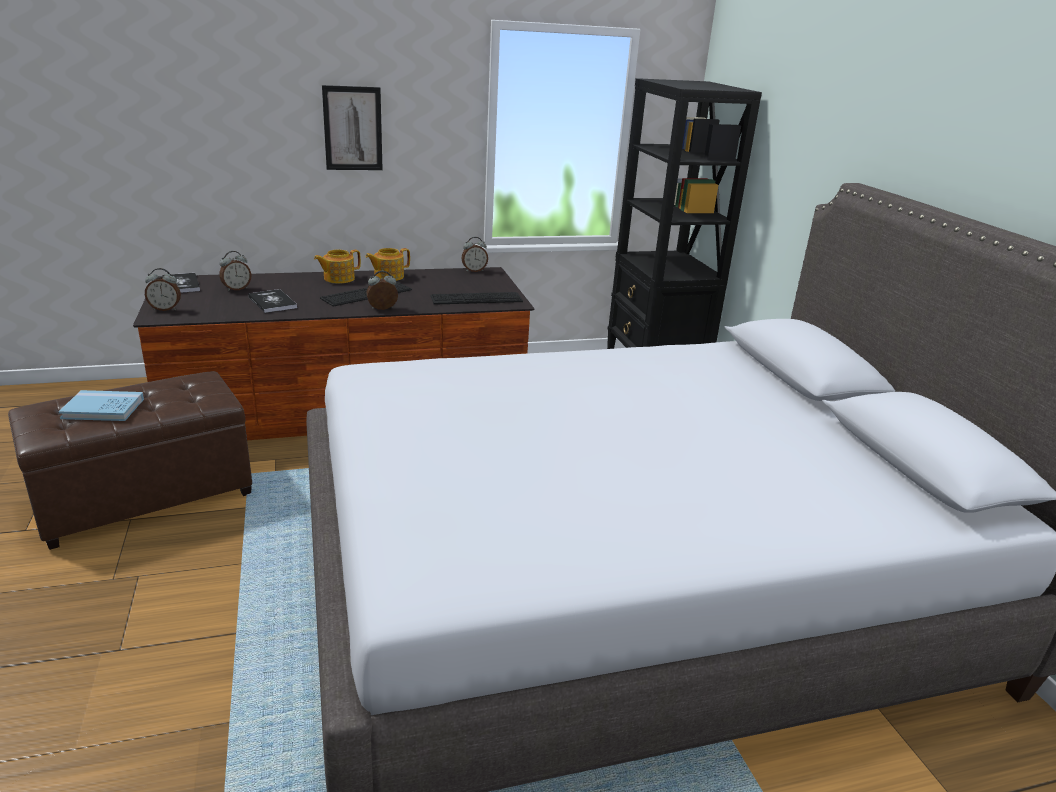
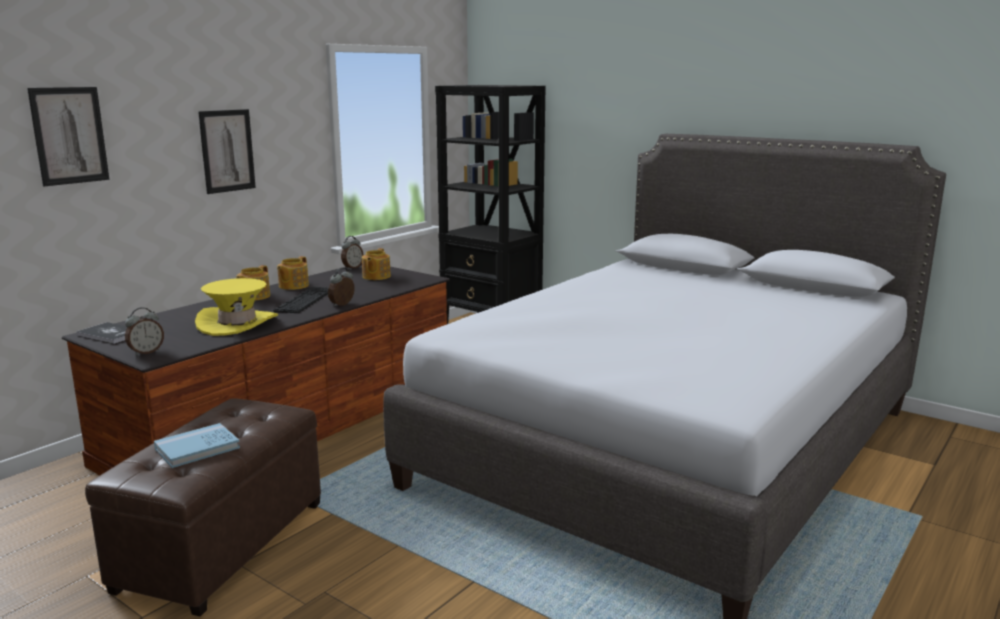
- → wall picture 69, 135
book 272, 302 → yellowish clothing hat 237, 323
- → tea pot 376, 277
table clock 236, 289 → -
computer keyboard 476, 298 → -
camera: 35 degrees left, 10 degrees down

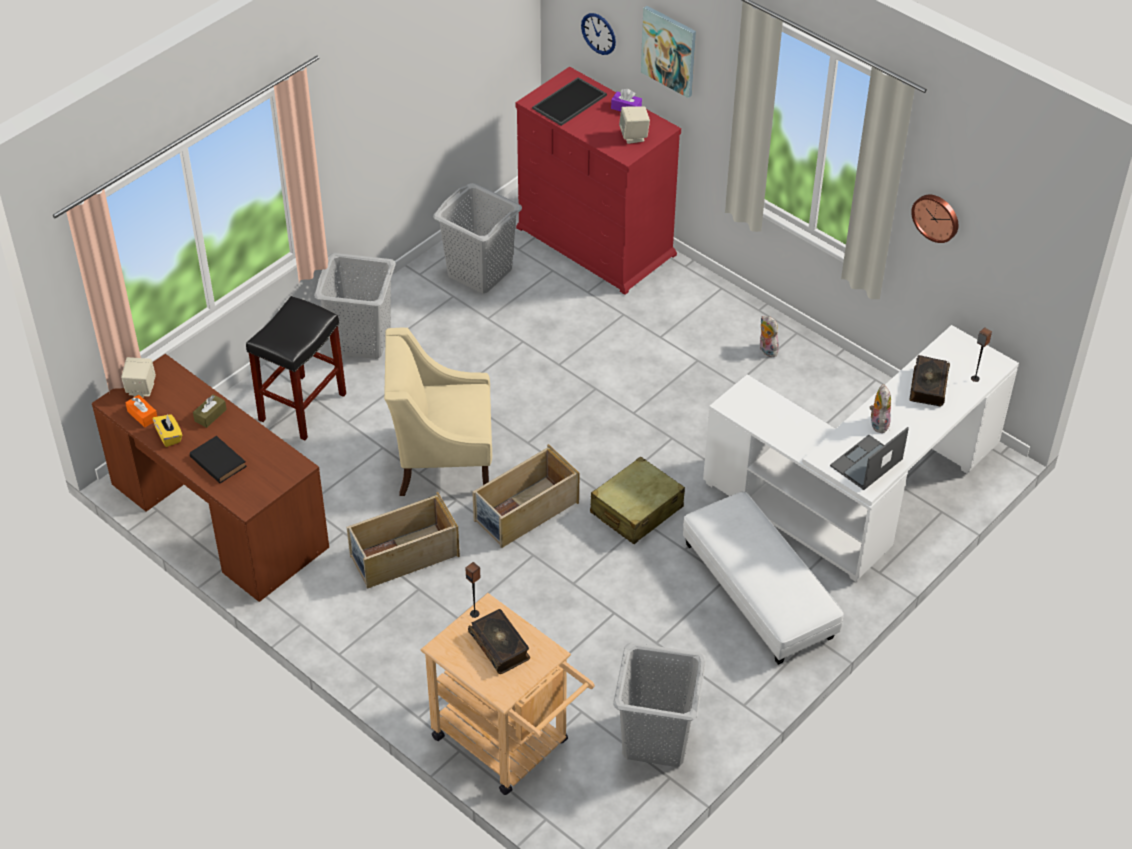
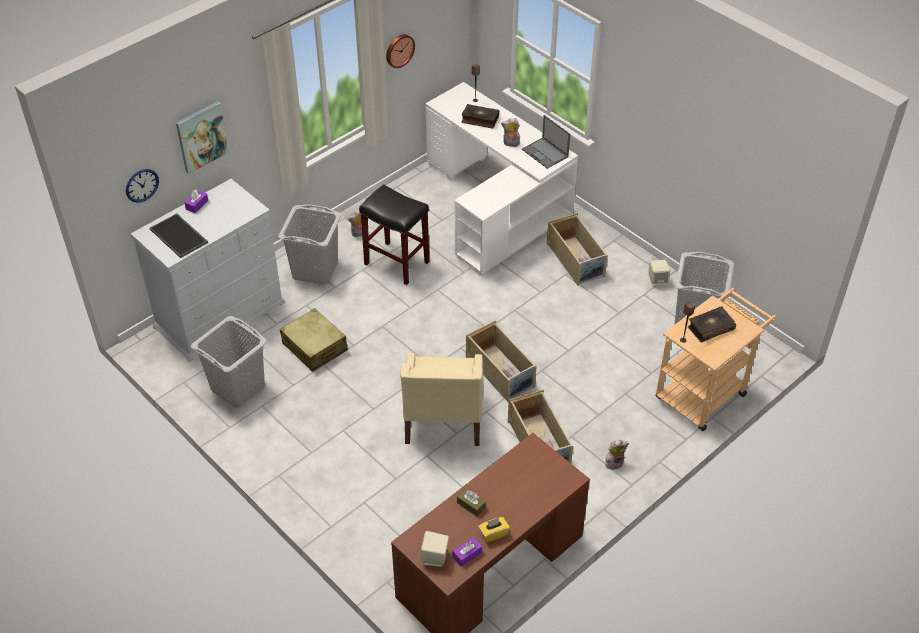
red-coloured chest of drawers 596, 241 → whitish chest of drawers 220, 314
greyish washing basket 361, 339 → greyish washing basket 314, 270, shifted
beige-coloured suitcase 636, 510 → beige-coloured suitcase 314, 347, shifted
black-coloured sitting stool 302, 406 → black-coloured sitting stool 395, 263, shifted
orange-coloured box of tissues 142, 415 → purple box of tissues 467, 554
whitish pouffe 758, 590 → beige-coloured storage bin 576, 260
- → cuddly toy 614, 462
beige-coloured speaker 634, 136 → beige-coloured speaker 657, 280, shifted
black-coloured book 217, 461 → -
camera: 85 degrees left, 0 degrees up

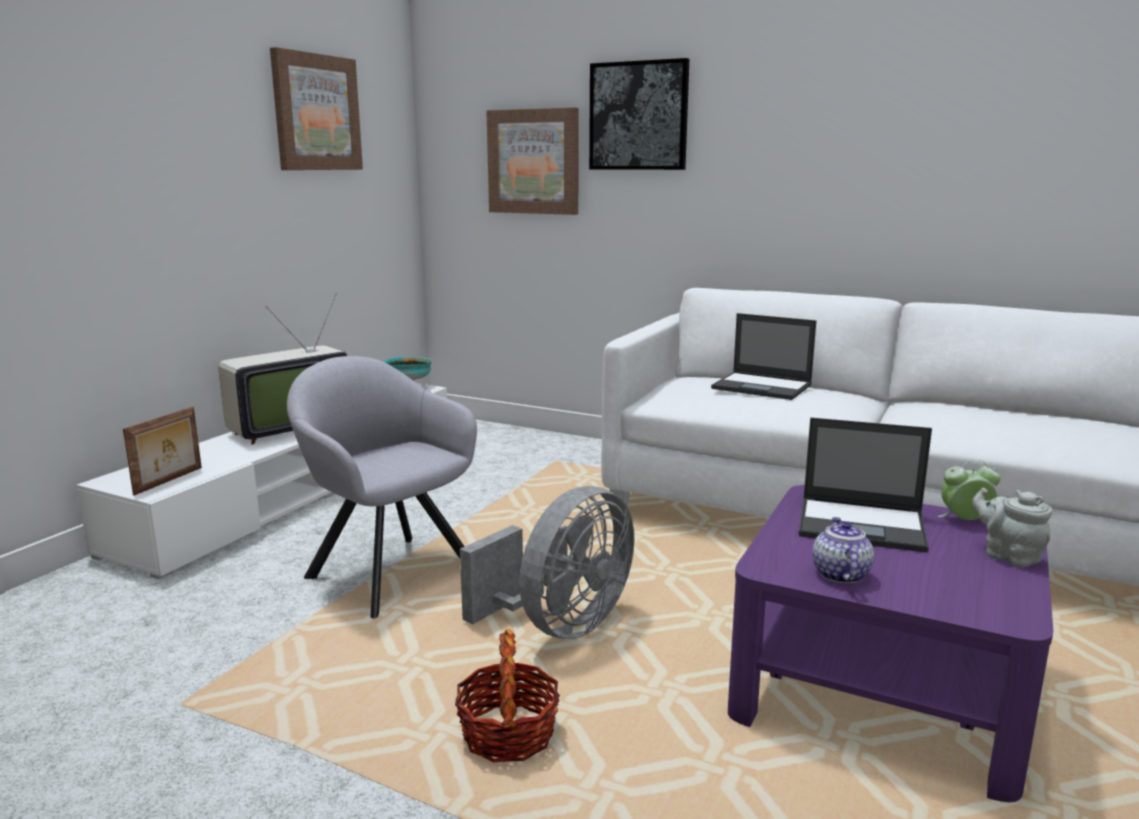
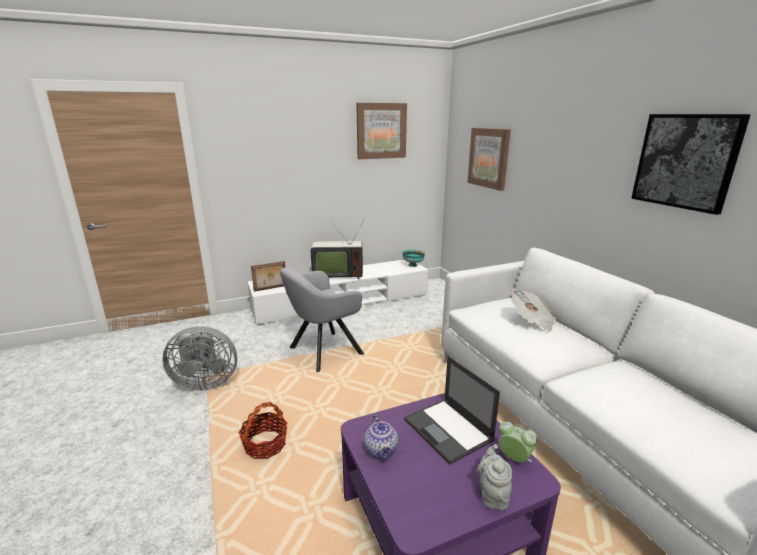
greyish fan 560, 626 → greyish fan 205, 383, shifted
greyish lounge chair 387, 570 → greyish lounge chair 322, 352, 120 degrees counterclockwise
tea pot 839, 574 → tea pot 381, 450, 120 degrees clockwise
portable computer 763, 387 → newspaper 532, 321
wall picture 638, 116 → wall picture 685, 161, shifted
camera: 40 degrees right, 5 degrees up

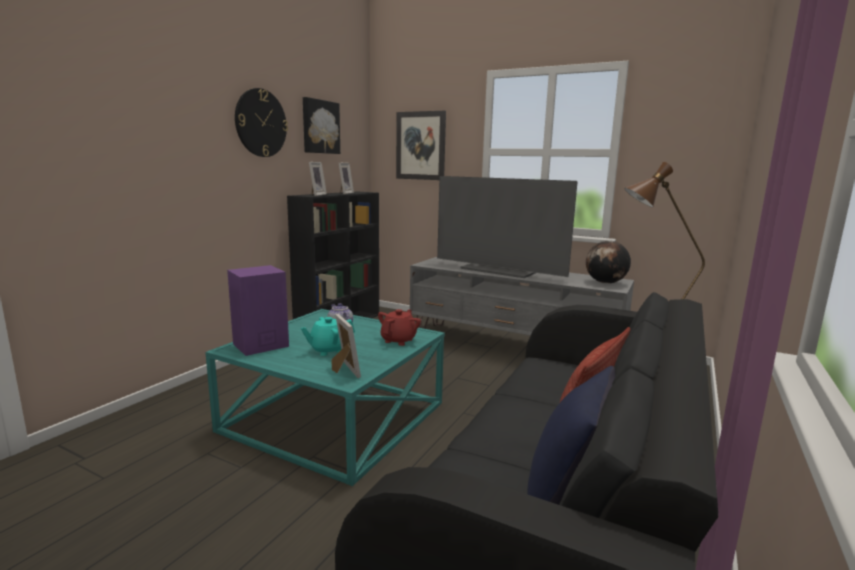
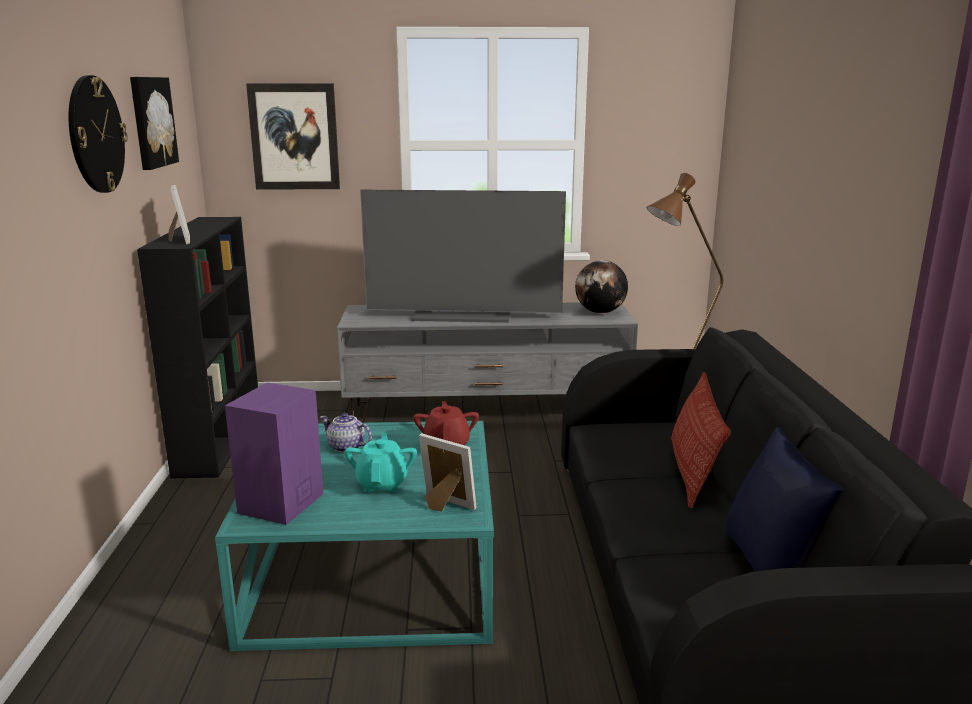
turquoise-coloured tea pot 328, 350 → turquoise-coloured tea pot 382, 484, 150 degrees clockwise
standing frame 344, 193 → -
camera: 30 degrees left, 5 degrees up

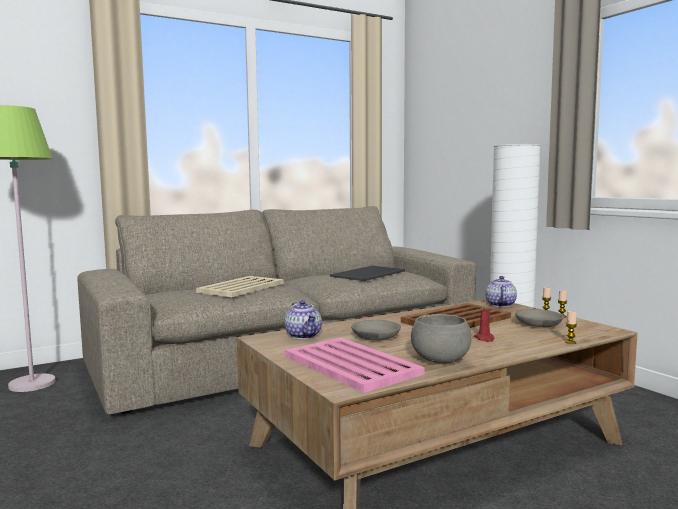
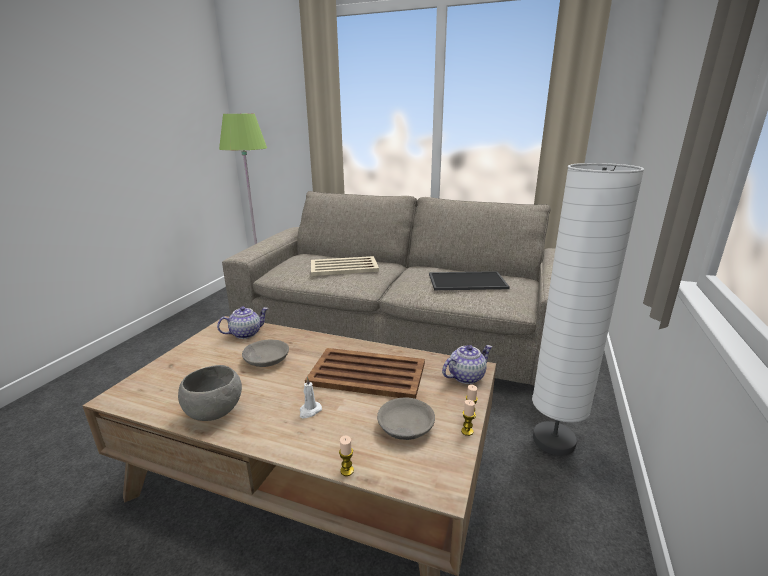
tea pot 304, 335 → tea pot 246, 333, 150 degrees counterclockwise
red-coloured wax light 484, 339 → whitish wax light 309, 411
pink carrying tray 350, 364 → -
camera: 50 degrees right, 15 degrees up

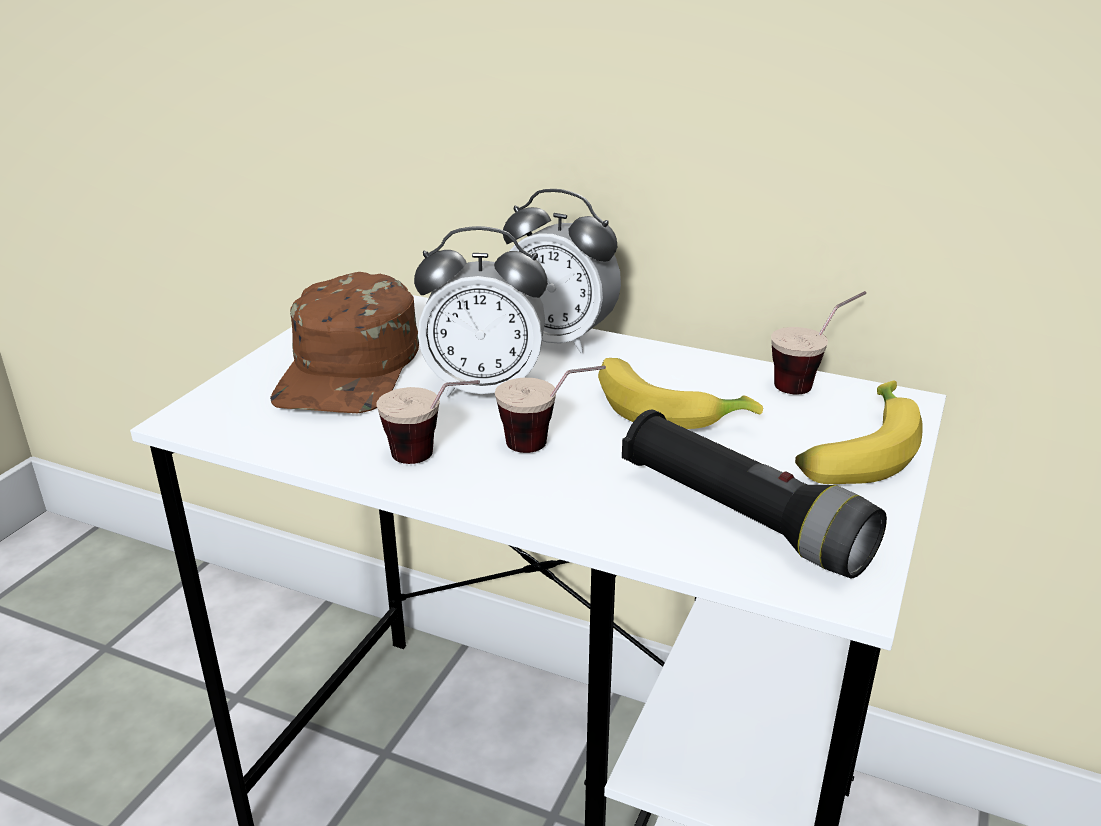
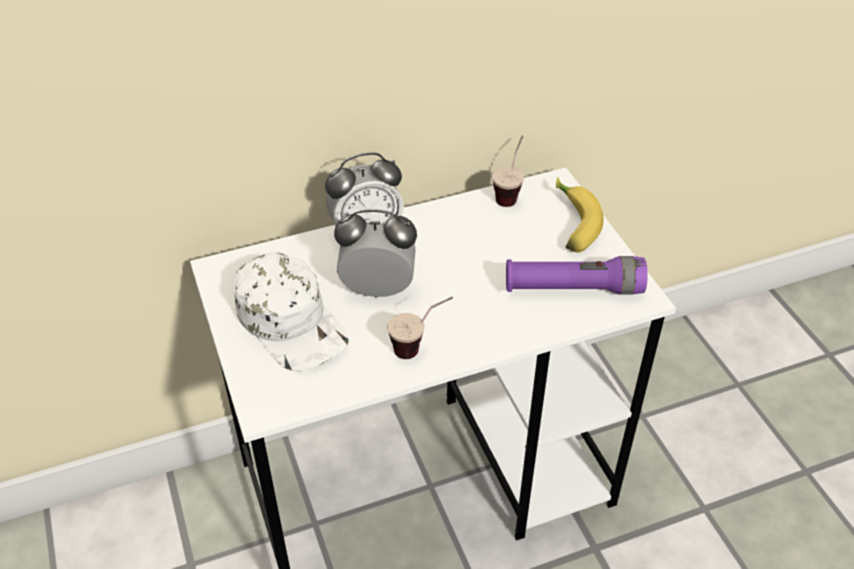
brown peaked cap 350, 368 → whitish peaked cap 292, 322
table clock 485, 388 → table clock 378, 289, 135 degrees counterclockwise
black-coloured flashlight 742, 516 → purple flashlight 573, 288
small cup 549, 448 → -
banana fruit 668, 409 → -
camera: 45 degrees left, 15 degrees up

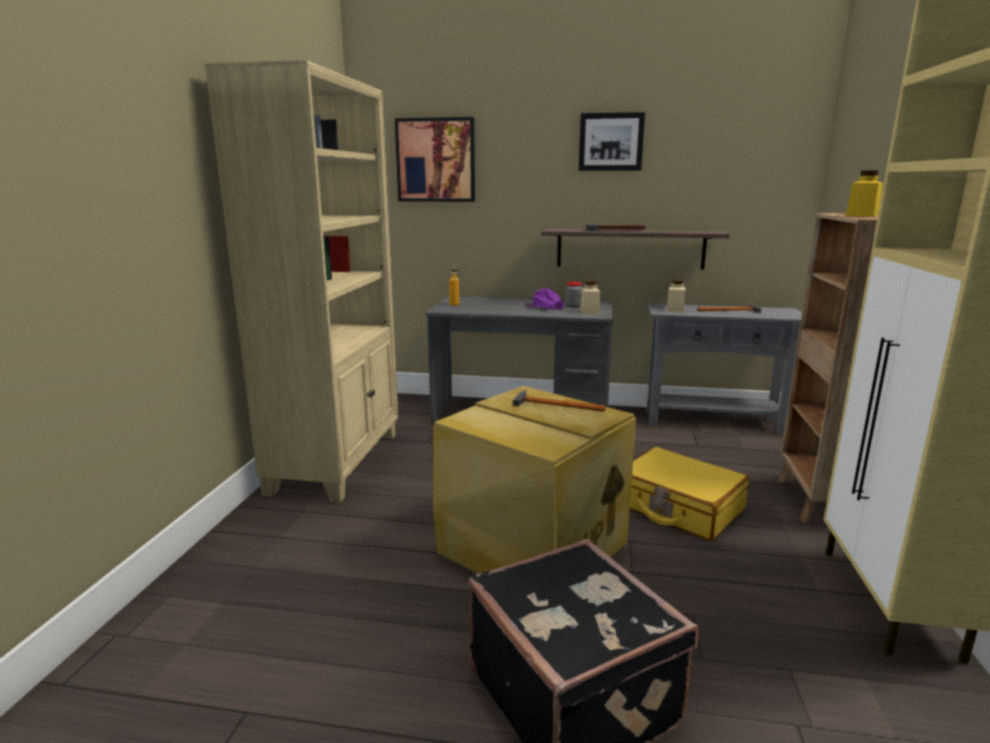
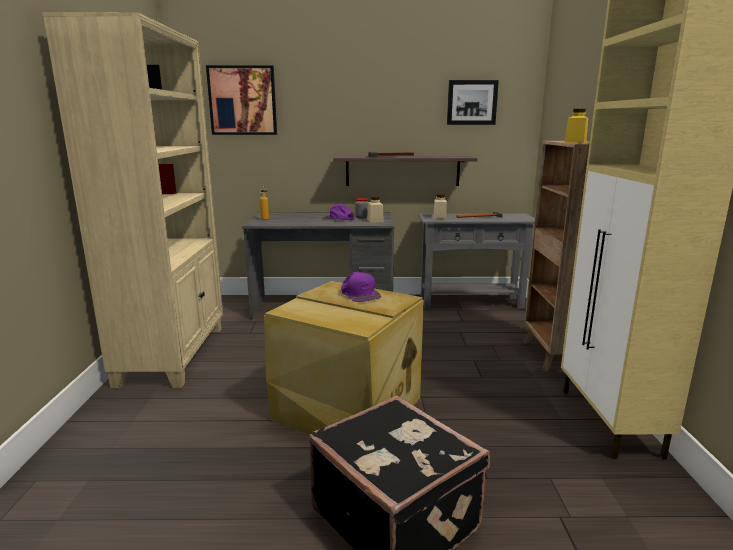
hand hammer 554, 405 → purple peaked cap 360, 294
wall picture 611, 142 → wall picture 471, 102, shifted
yellowish suitcase 678, 507 → -
camera: 10 degrees left, 0 degrees up

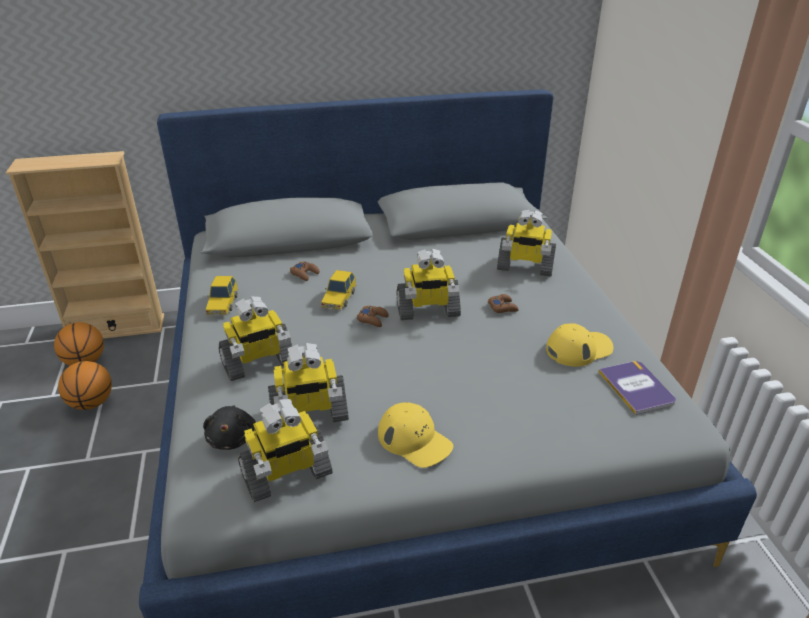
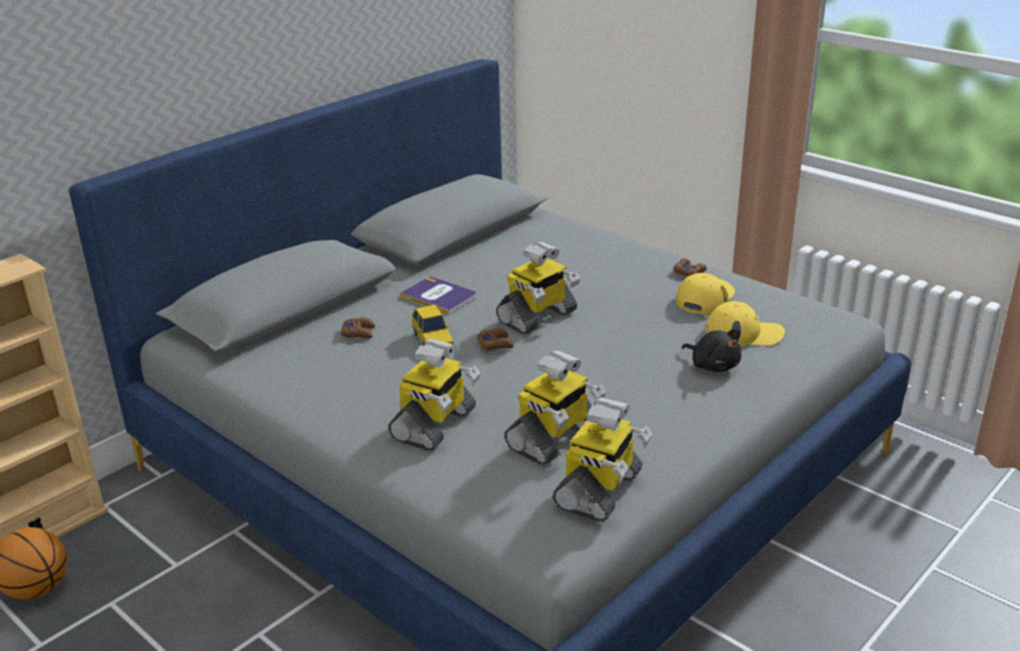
book 636, 387 → book 439, 296, shifted
brown joypad 503, 307 → brown joypad 689, 271, shifted
black-coloured cuddly toy 232, 438 → black-coloured cuddly toy 713, 365, shifted
yellowish peaked cap 414, 440 → yellowish peaked cap 744, 333, shifted
ball for basketball 92, 403 → -
model car 222, 304 → -
toy robot 524, 267 → -
camera: 35 degrees left, 5 degrees down

